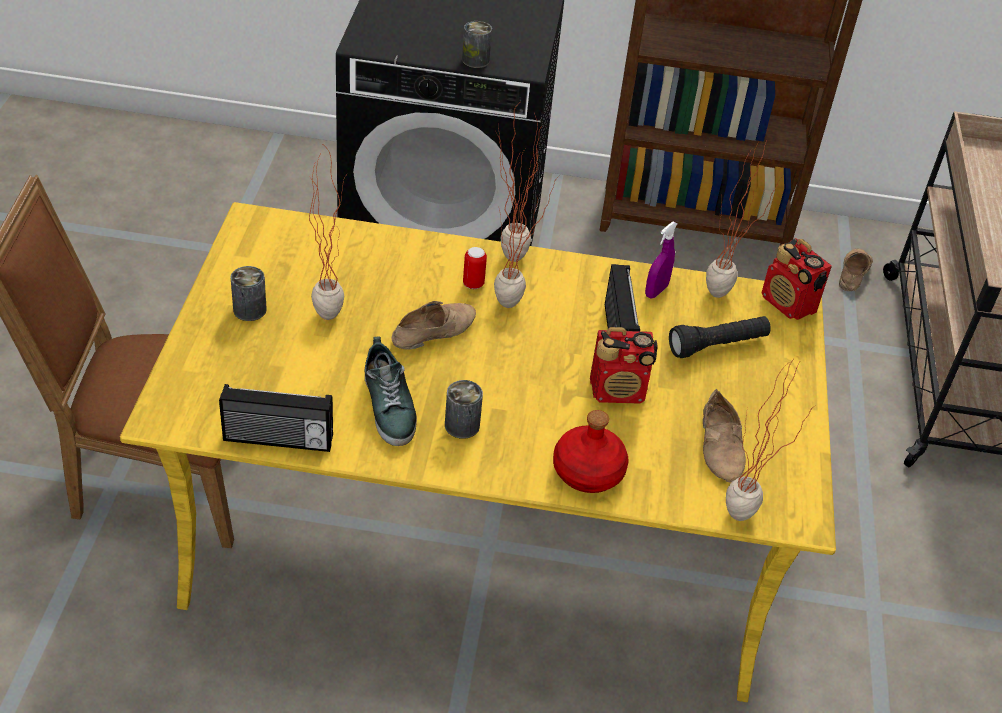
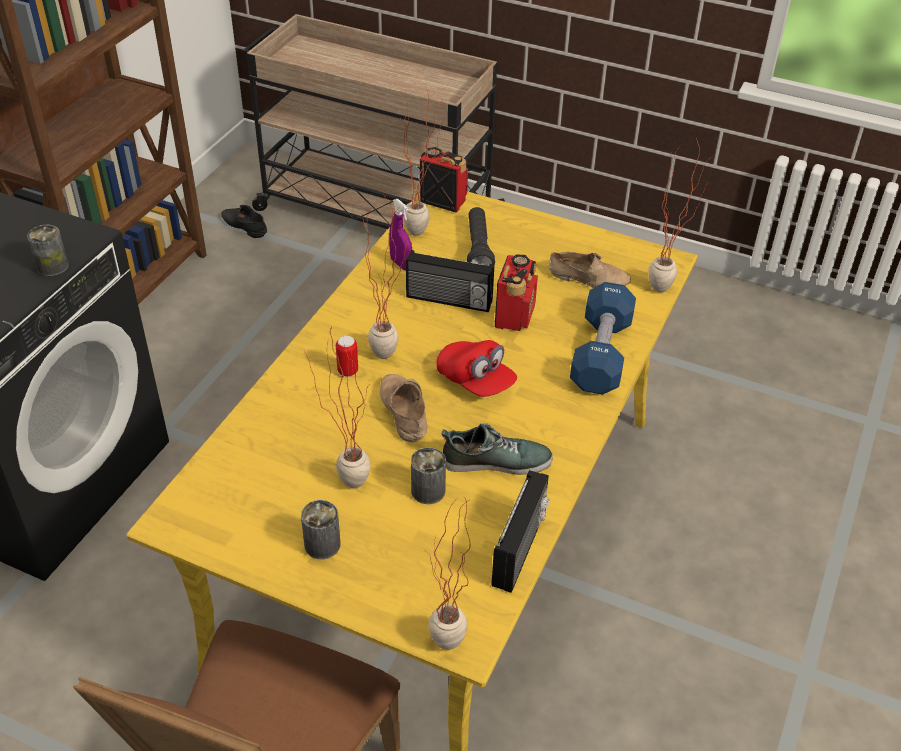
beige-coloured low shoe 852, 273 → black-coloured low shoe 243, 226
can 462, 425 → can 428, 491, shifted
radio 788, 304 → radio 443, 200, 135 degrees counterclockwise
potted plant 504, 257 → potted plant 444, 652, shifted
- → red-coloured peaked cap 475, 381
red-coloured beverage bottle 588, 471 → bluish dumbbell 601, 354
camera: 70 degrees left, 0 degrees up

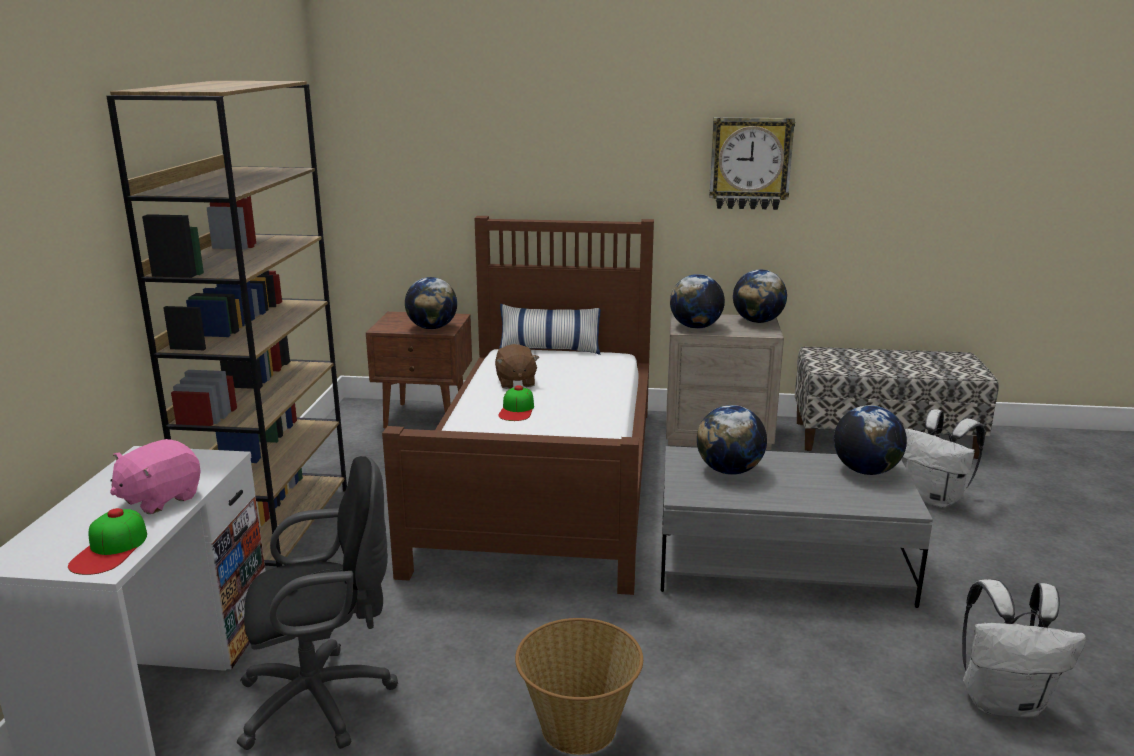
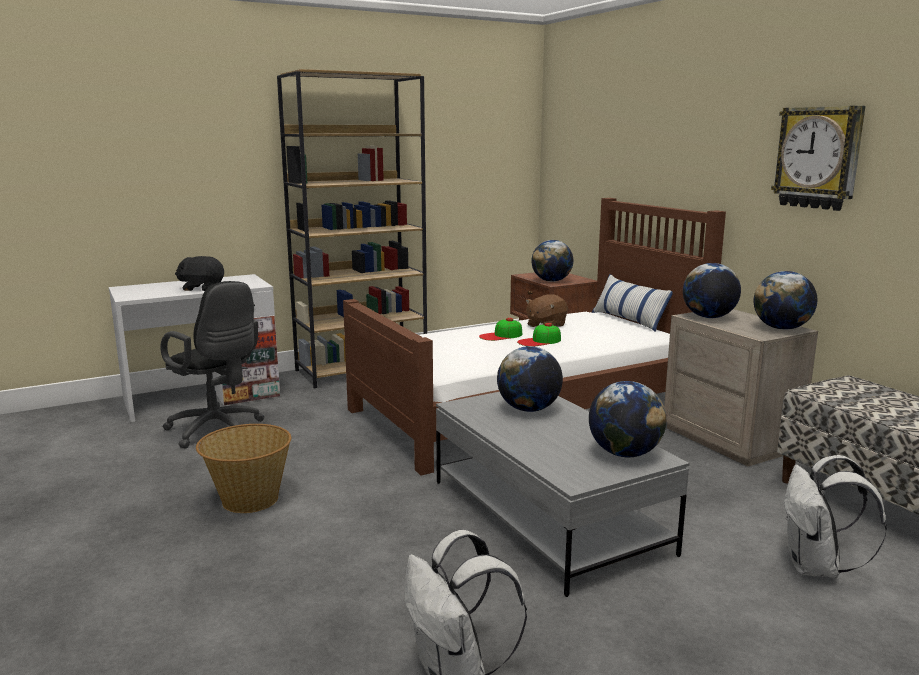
pink cuddly toy 159, 499 → black-coloured cuddly toy 202, 288
peaked cap 110, 549 → peaked cap 539, 341, shifted
camera: 55 degrees right, 5 degrees down

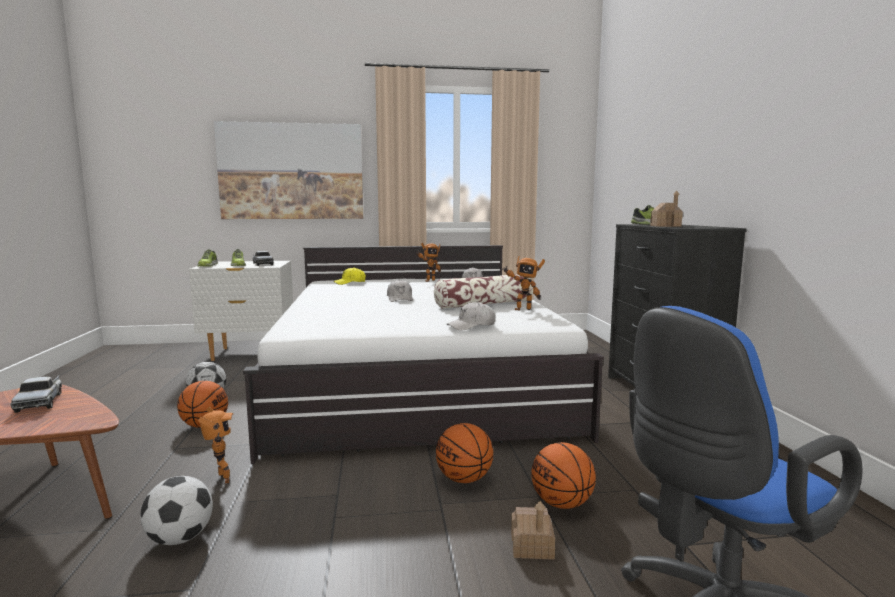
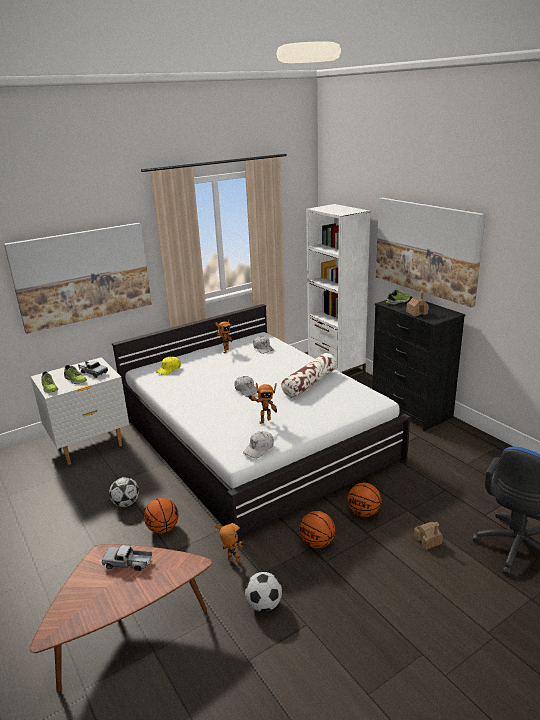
toy truck 40, 402 → toy truck 128, 563, 150 degrees clockwise
whitish peaked cap 471, 326 → whitish peaked cap 259, 449, shifted
toy robot 522, 309 → toy robot 264, 420, shifted
ball for basketball 562, 503 → ball for basketball 317, 543, shifted
- → whitish bookshelf 336, 369
- → wall picture 426, 248
camera: 25 degrees left, 15 degrees up

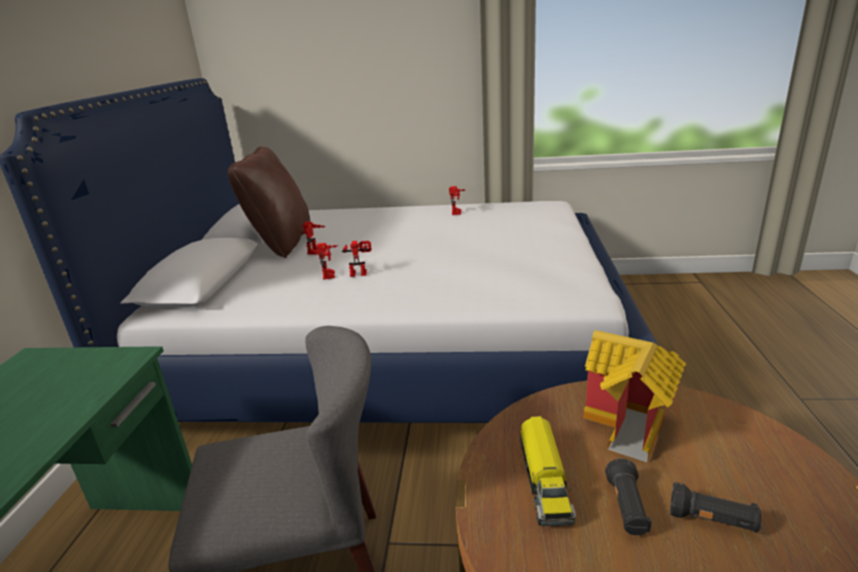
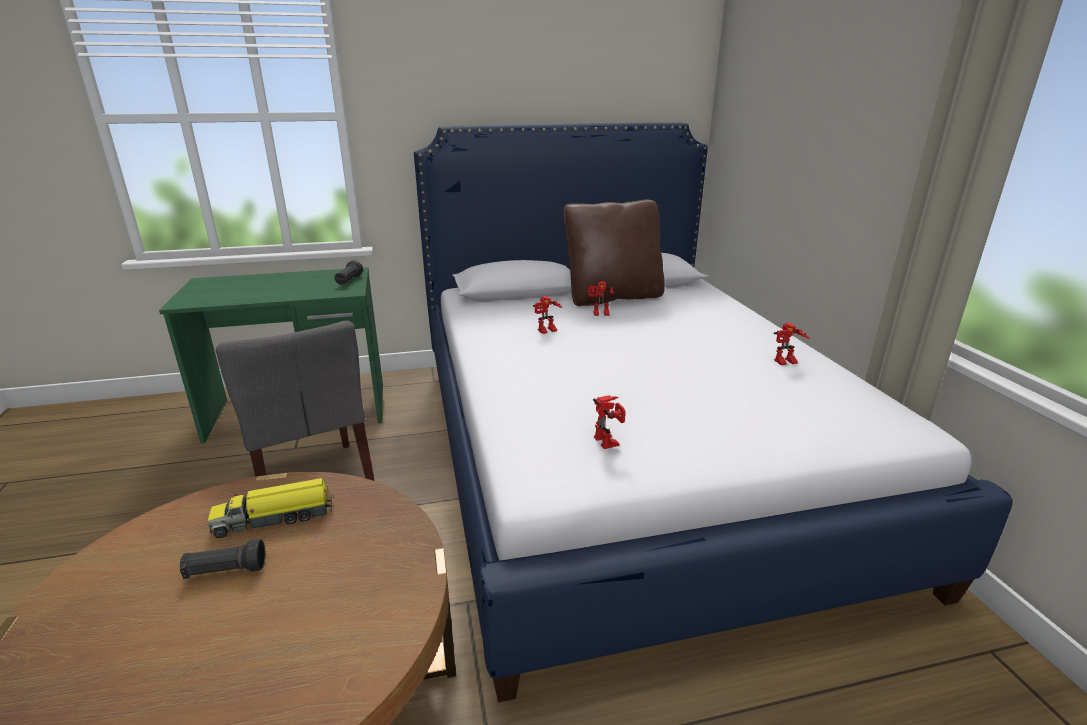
black-coloured flashlight 712, 520 → black-coloured flashlight 349, 281, shifted
toy robot 360, 272 → toy robot 610, 441, shifted
model house 630, 427 → -
camera: 70 degrees right, 0 degrees up

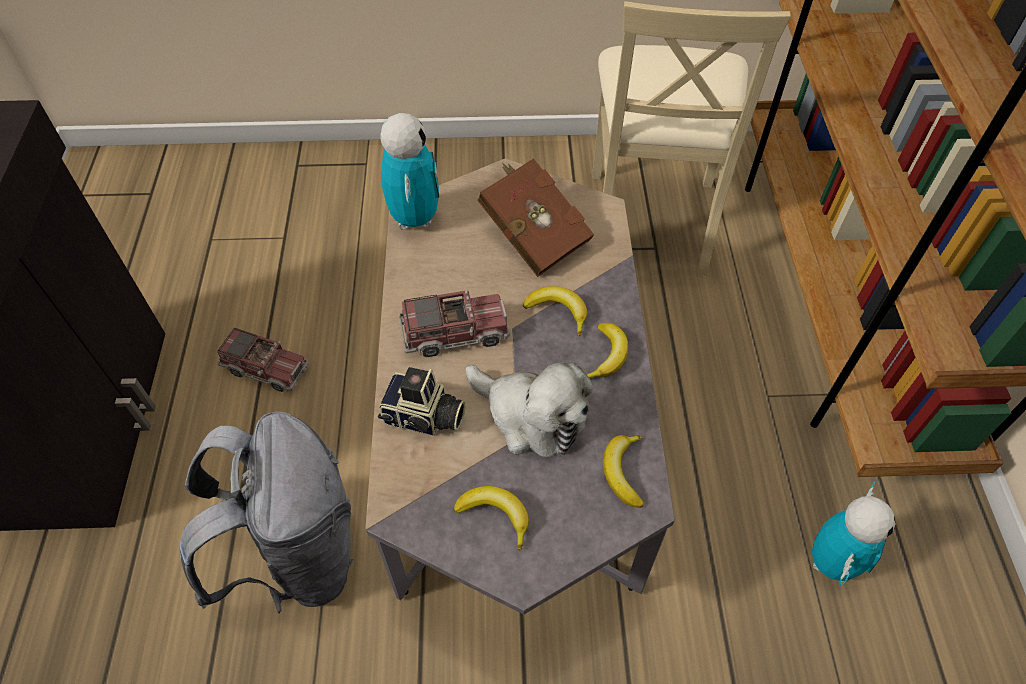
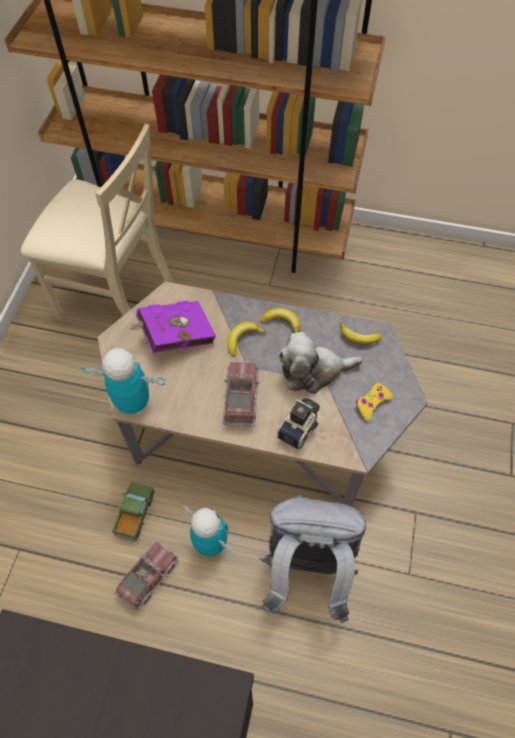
- → toy truck 135, 513
brown book 532, 233 → purple book 174, 337
toy robot 831, 562 → toy robot 210, 543, shifted
cuddly toy 531, 416 → cuddly toy 313, 371, 150 degrees counterclockwise
banana fruit 496, 515 → yellowish joypad 372, 403
camera: 75 degrees left, 5 degrees up

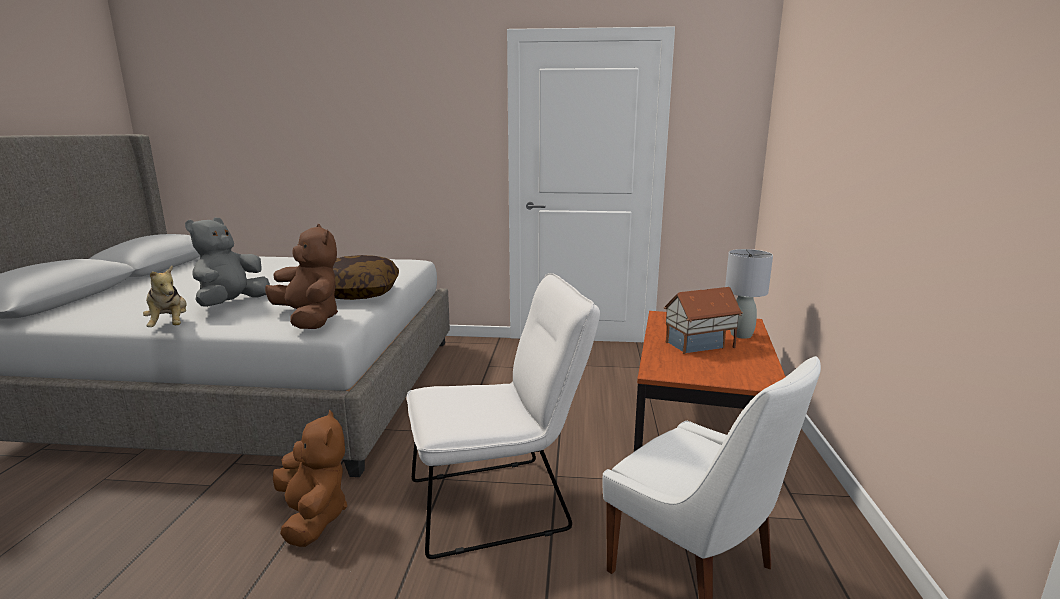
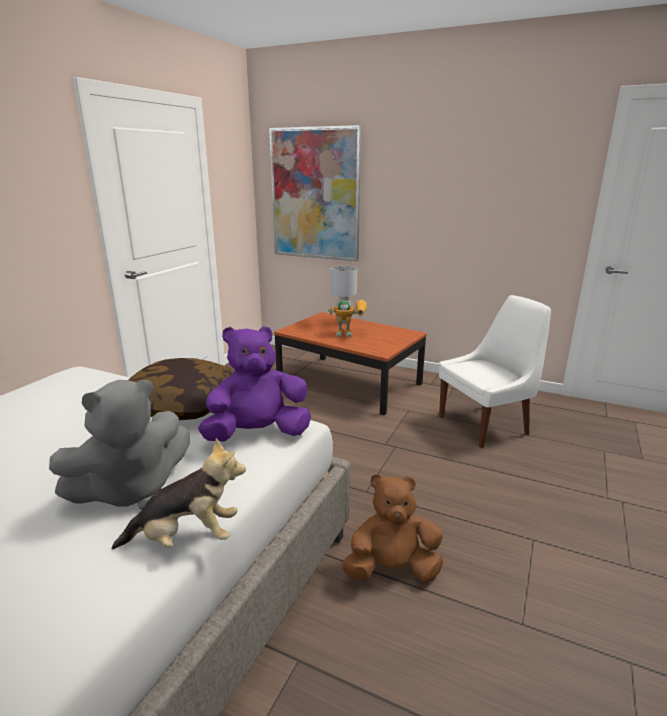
greyish cuddly toy 232, 304 → greyish cuddly toy 131, 489, 75 degrees counterclockwise
brown cuddly toy 309, 320 → purple cuddly toy 258, 434
- → wall picture 315, 195
model house 700, 345 → toy robot 350, 333
whitish upright chair 500, 503 → -
camera: 70 degrees left, 5 degrees up

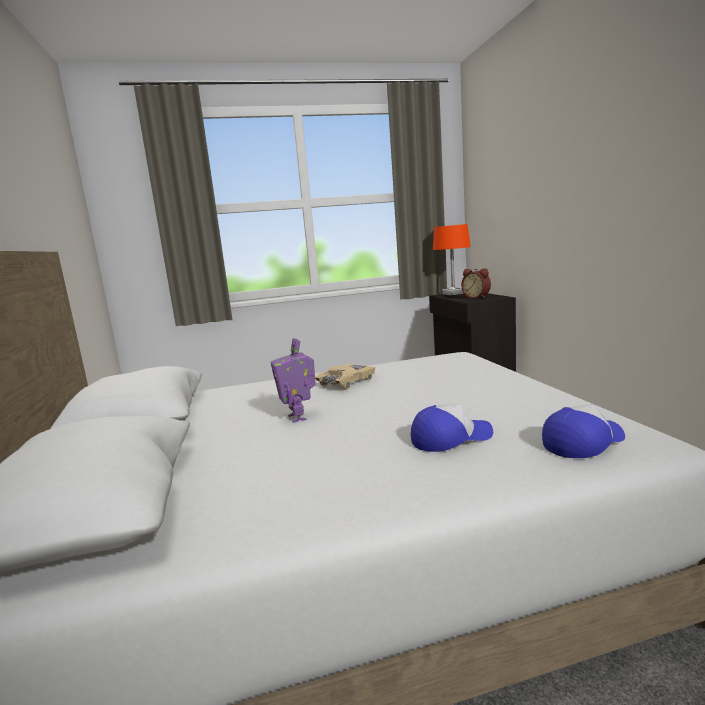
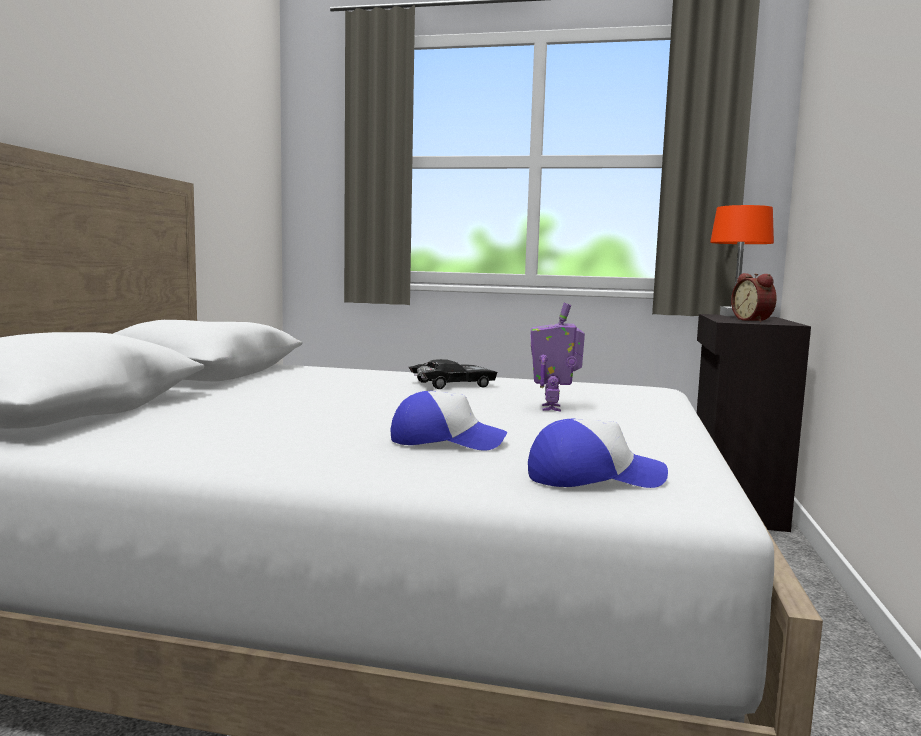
beige-coloured model car 346, 382 → black-coloured model car 452, 384
toy robot 298, 417 → toy robot 553, 408, shifted
camera: 25 degrees right, 5 degrees down

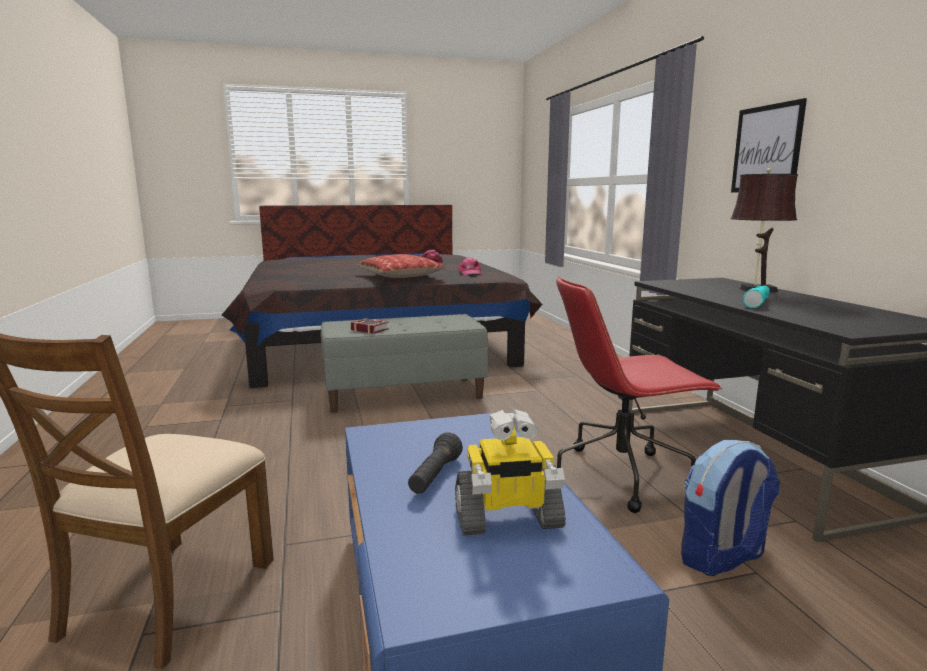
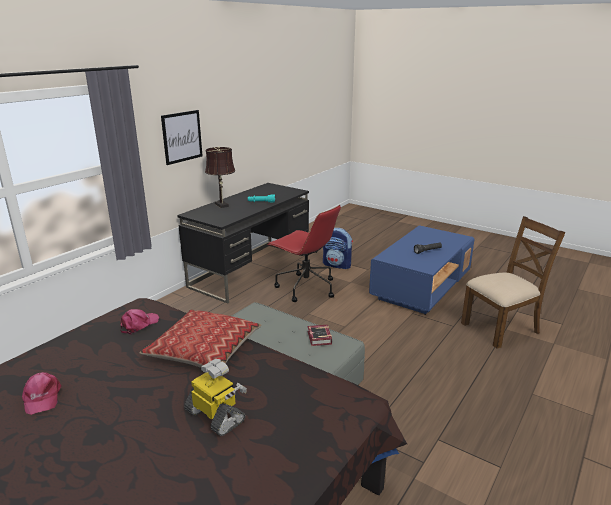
toy robot 507, 519 → toy robot 216, 416, shifted
camera: 130 degrees left, 10 degrees up

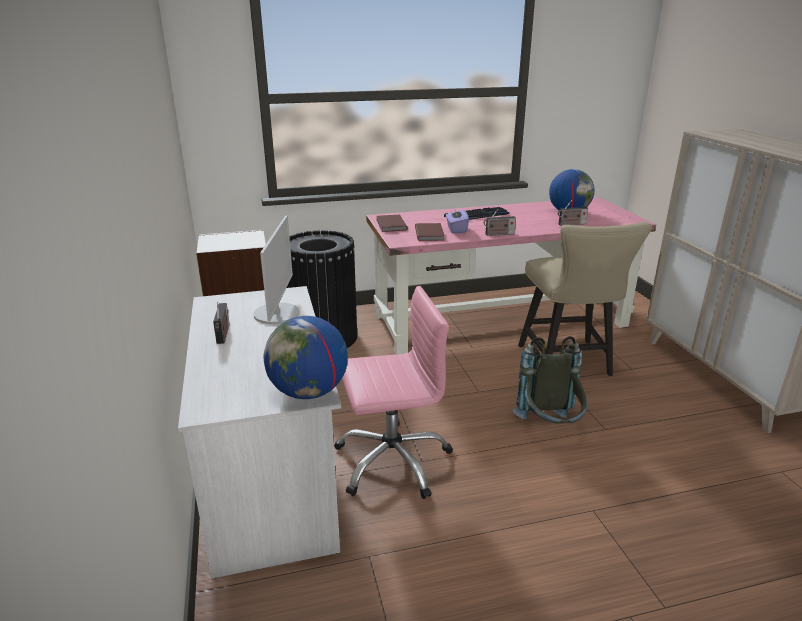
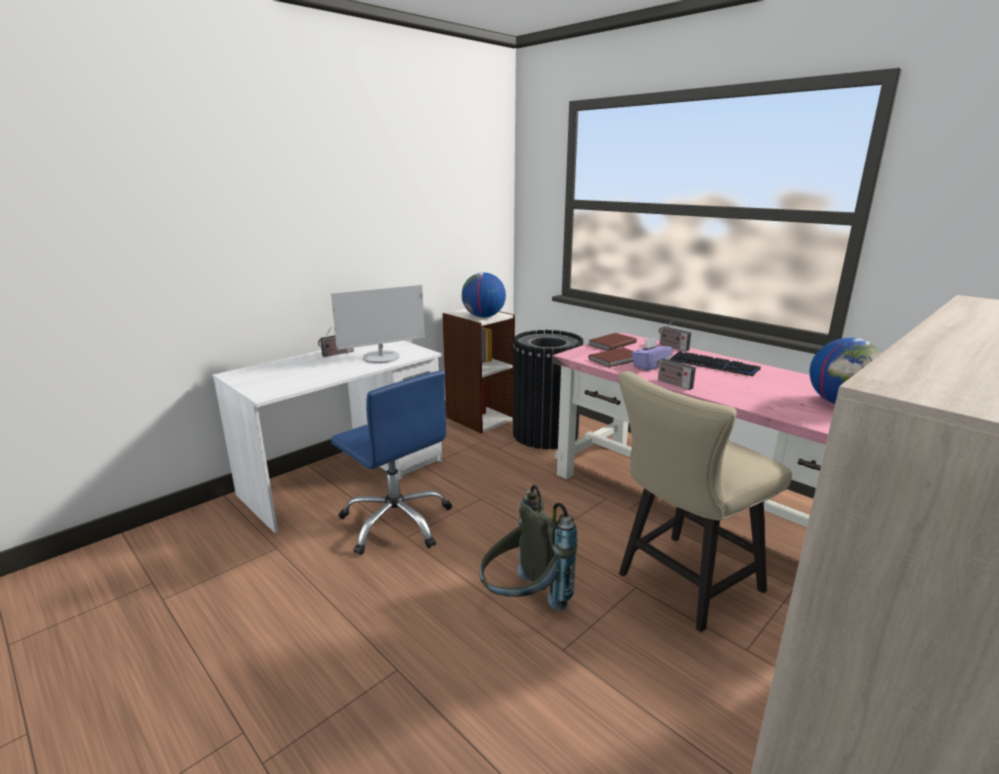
pink desk chair 392, 460 → bluish desk chair 397, 522
globe 309, 392 → globe 483, 316, shifted
radio 571, 224 → radio 672, 347, shifted
camera: 60 degrees right, 5 degrees down

